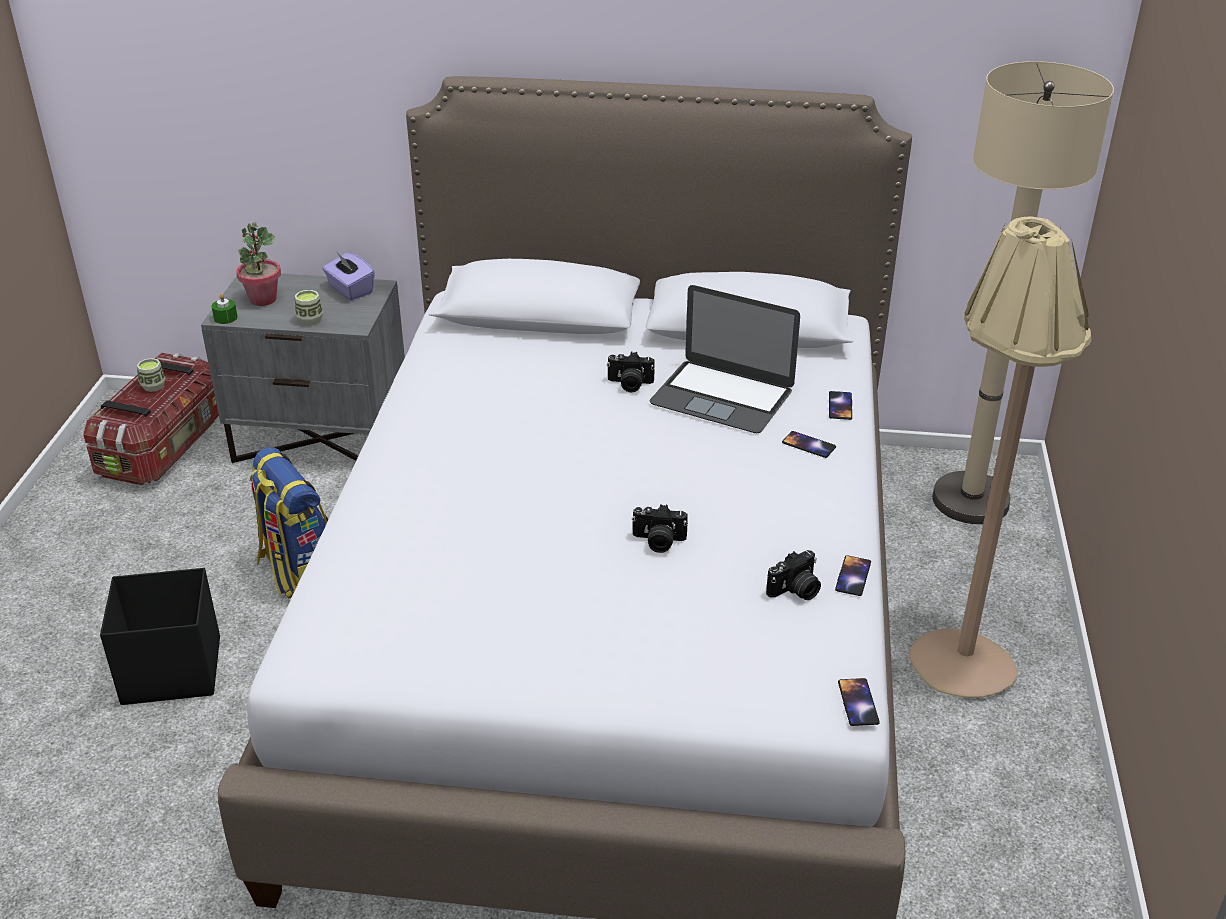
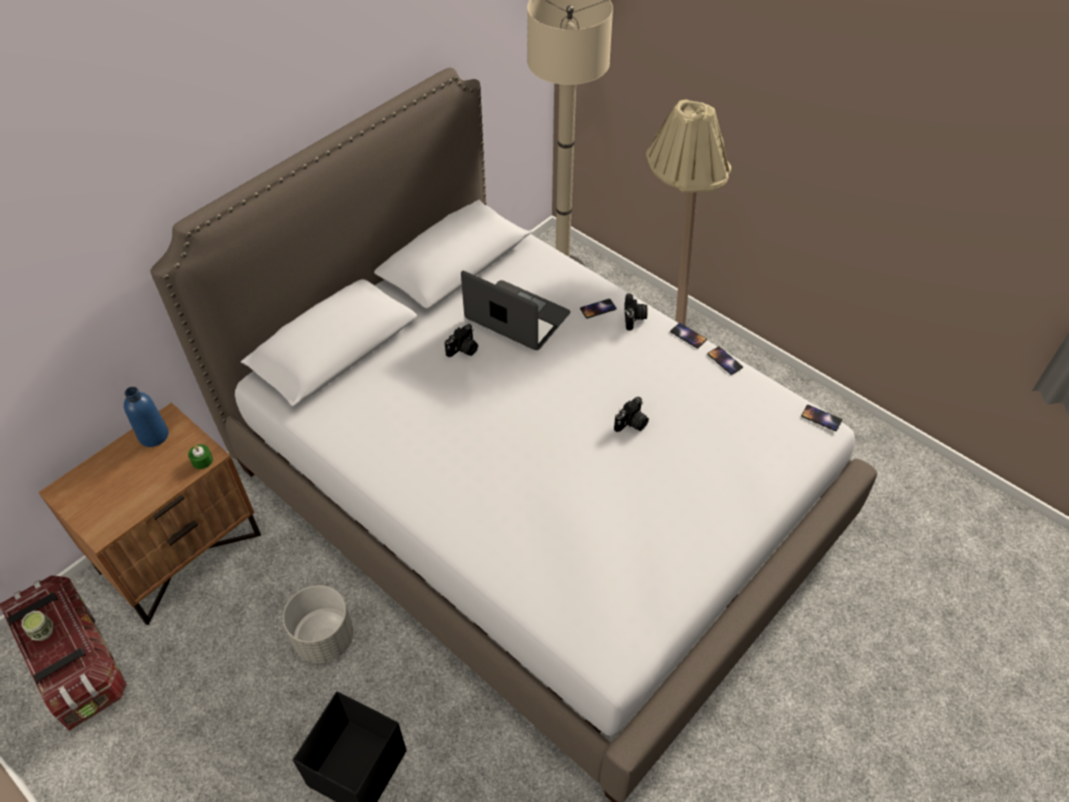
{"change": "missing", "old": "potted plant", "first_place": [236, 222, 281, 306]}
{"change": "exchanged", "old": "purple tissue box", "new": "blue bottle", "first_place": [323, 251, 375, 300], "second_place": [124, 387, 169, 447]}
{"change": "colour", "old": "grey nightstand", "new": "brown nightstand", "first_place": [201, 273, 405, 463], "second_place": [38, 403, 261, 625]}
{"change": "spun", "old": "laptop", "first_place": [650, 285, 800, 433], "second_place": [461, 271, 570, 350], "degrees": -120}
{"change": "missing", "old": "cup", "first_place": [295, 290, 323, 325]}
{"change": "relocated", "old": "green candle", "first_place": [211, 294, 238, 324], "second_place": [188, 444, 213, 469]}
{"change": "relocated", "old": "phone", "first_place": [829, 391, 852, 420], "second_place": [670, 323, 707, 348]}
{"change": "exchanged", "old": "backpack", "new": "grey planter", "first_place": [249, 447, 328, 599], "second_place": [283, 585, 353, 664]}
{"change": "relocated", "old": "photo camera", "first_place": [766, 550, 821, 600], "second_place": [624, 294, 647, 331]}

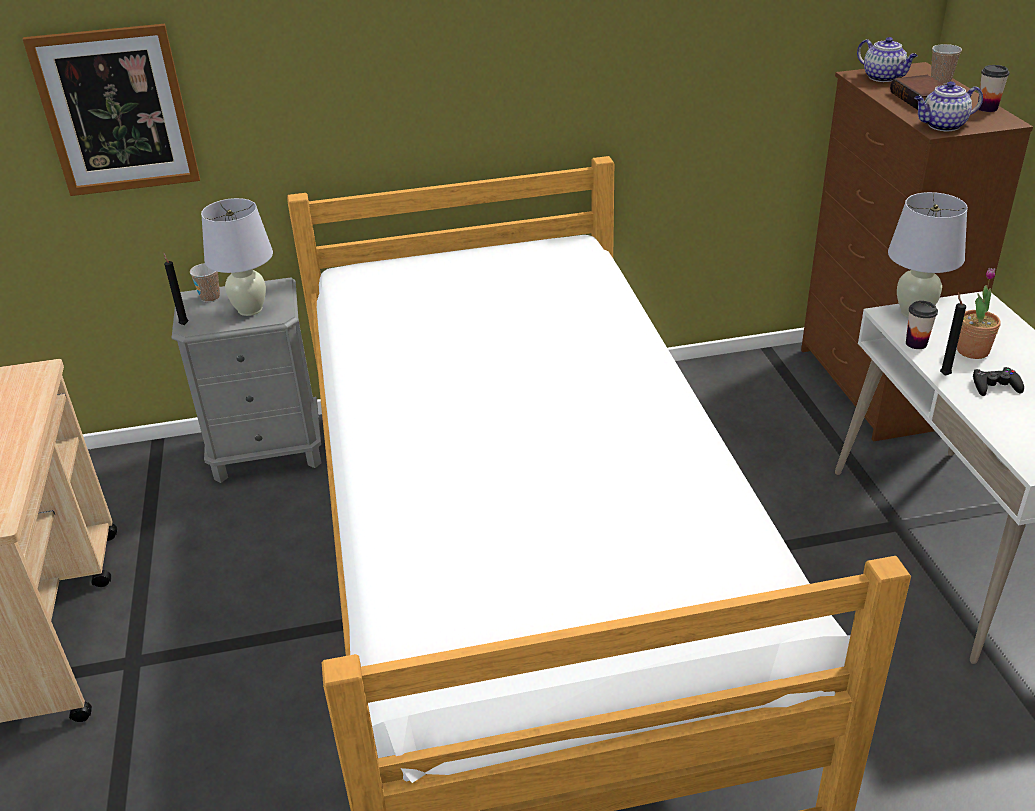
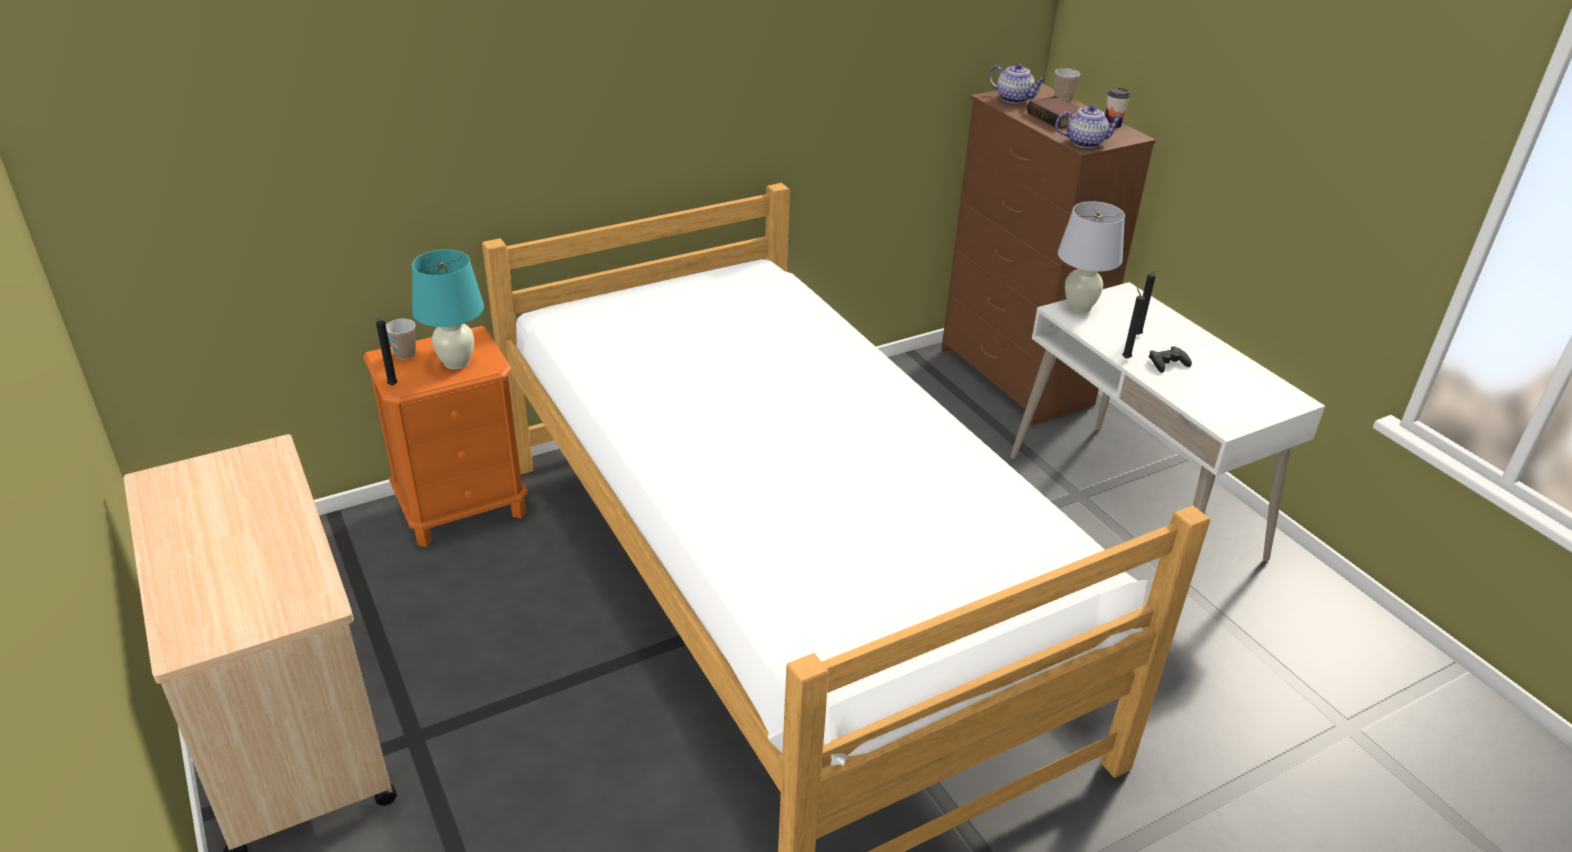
{"change": "missing", "old": "picture", "first_place": [23, 24, 200, 196]}
{"change": "spun", "old": "teapot", "first_place": [914, 81, 983, 132], "second_place": [1056, 105, 1123, 148], "degrees": -150}
{"change": "colour", "old": "white table lamp", "new": "turquoise table lamp", "first_place": [201, 198, 273, 316], "second_place": [412, 249, 484, 370]}
{"change": "exchanged", "old": "potted plant", "new": "black candle", "first_place": [957, 268, 1001, 359], "second_place": [1136, 271, 1160, 335]}
{"change": "colour", "old": "grey nightstand", "new": "orange nightstand", "first_place": [172, 277, 321, 483], "second_place": [363, 326, 528, 547]}
{"change": "missing", "old": "cup", "first_place": [906, 301, 938, 349]}

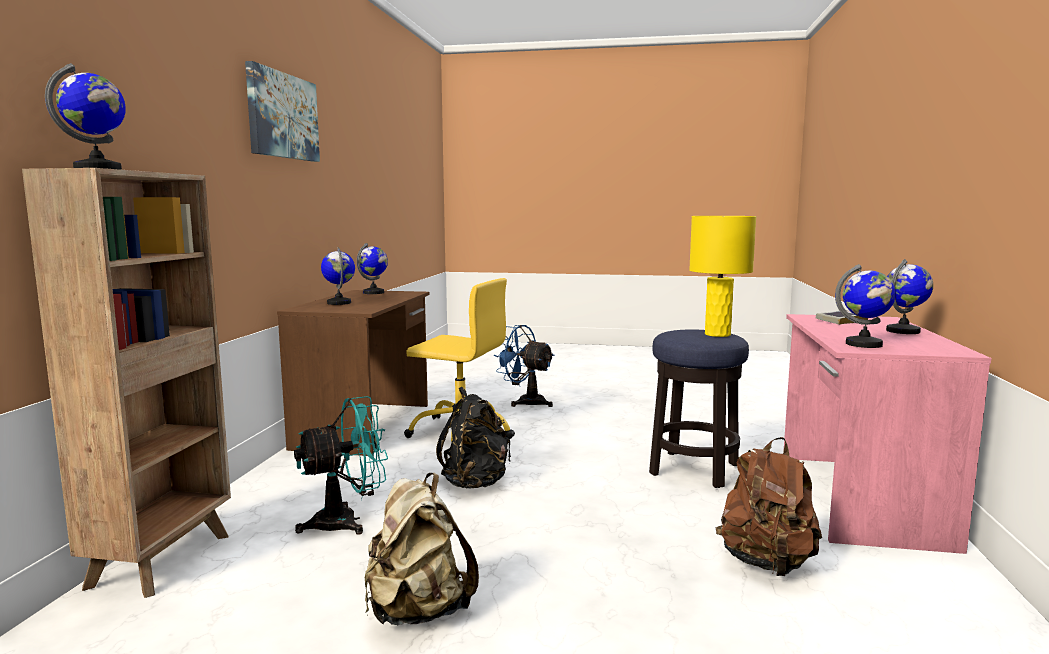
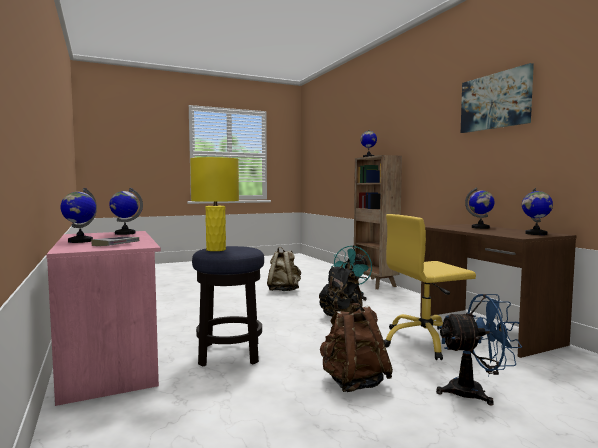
{"change": "relocated", "old": "brown backpack", "first_place": [716, 437, 822, 576], "second_place": [320, 303, 393, 392]}

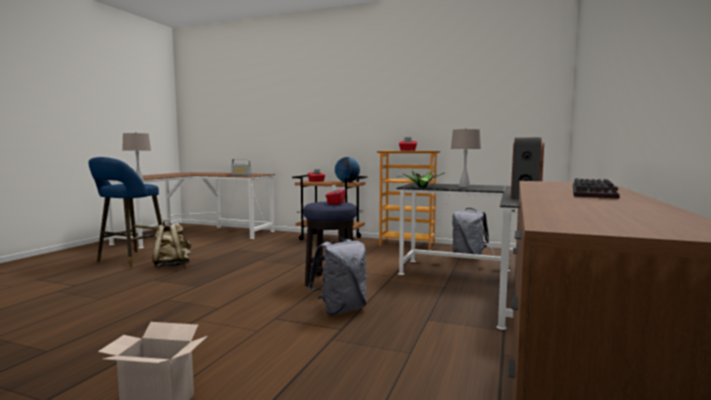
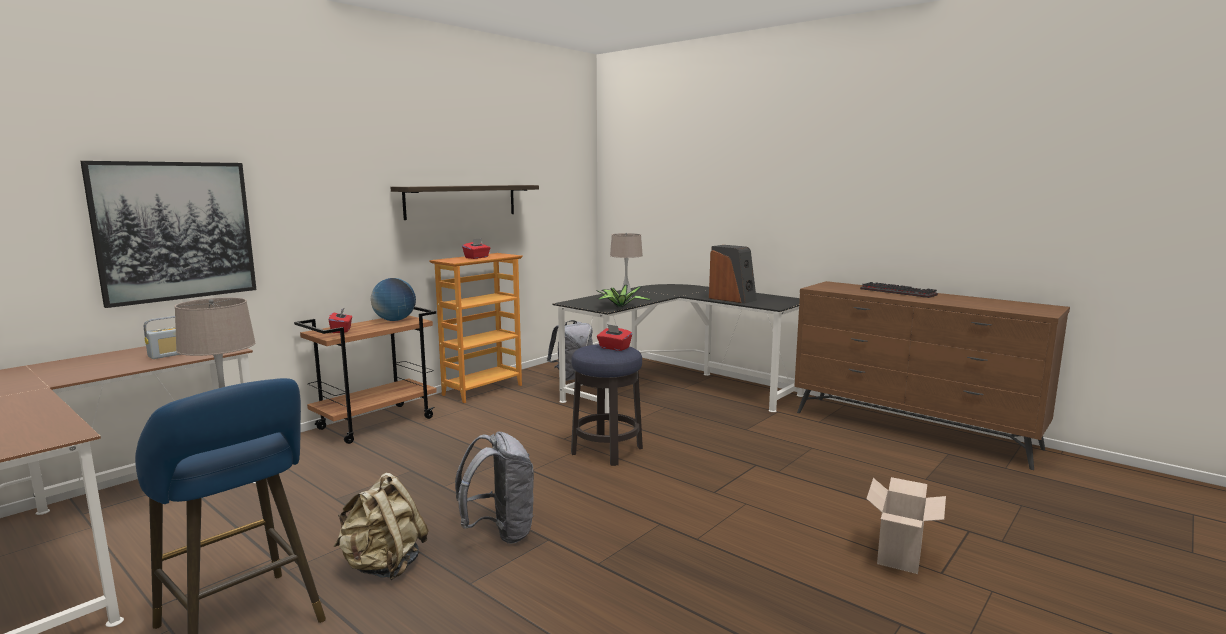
{"change": "relocated", "old": "grey backpack", "first_place": [308, 238, 367, 315], "second_place": [455, 432, 535, 544]}
{"change": "appeared", "new": "picture", "second_place": [80, 161, 257, 308]}
{"change": "appeared", "new": "shelf", "second_place": [390, 185, 539, 220]}

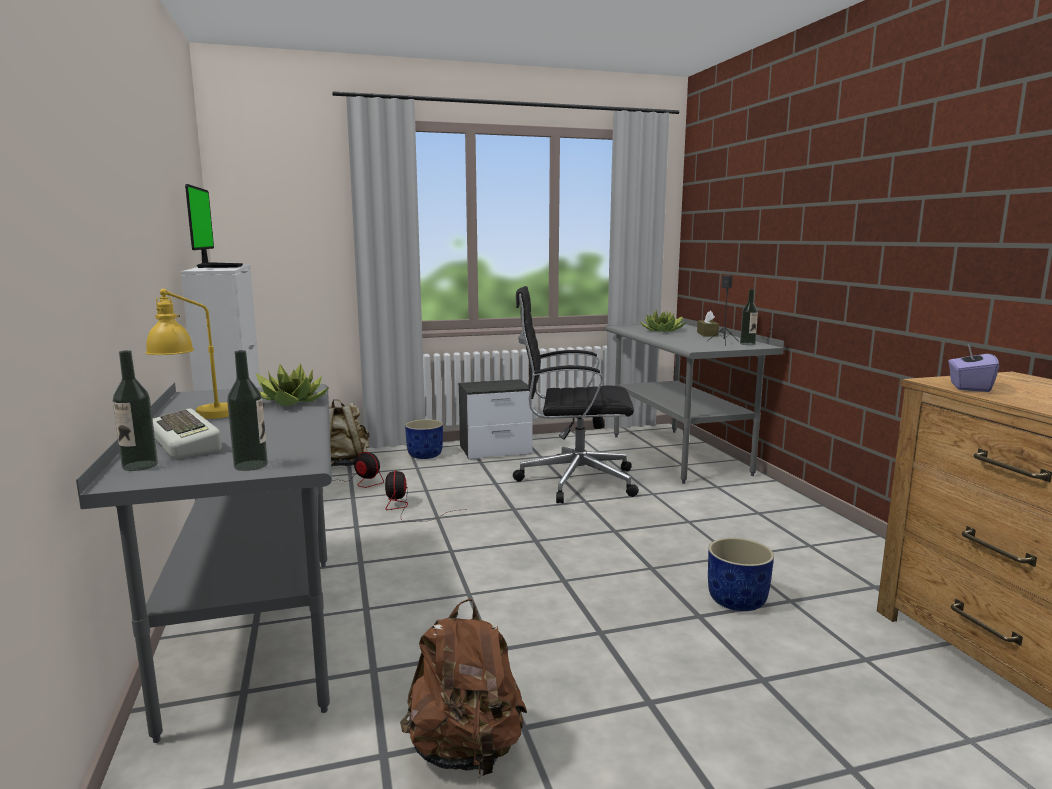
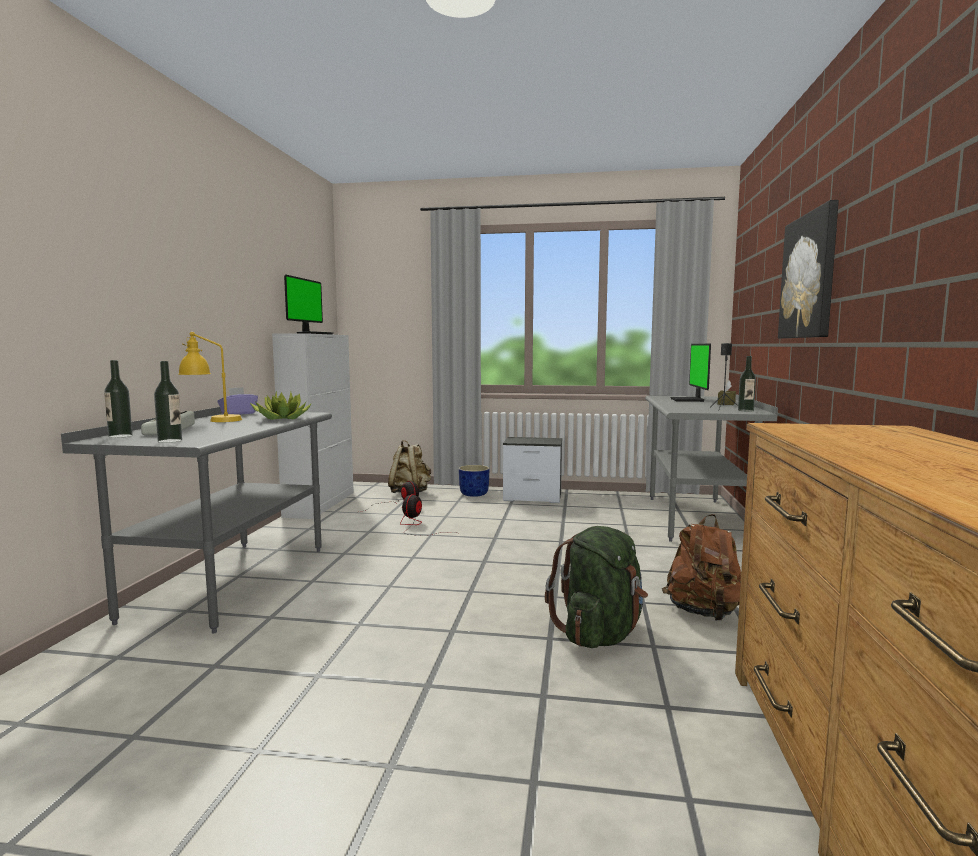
{"change": "missing", "old": "black office chair", "first_place": [513, 286, 639, 503]}
{"change": "exchanged", "old": "potted plant", "new": "monitor", "first_place": [640, 310, 687, 332], "second_place": [671, 344, 711, 402]}
{"change": "relocated", "old": "purple tissue box", "first_place": [948, 344, 999, 392], "second_place": [217, 387, 258, 415]}
{"change": "exchanged", "old": "blue planter", "new": "green backpack", "first_place": [708, 538, 774, 611], "second_place": [545, 526, 648, 648]}
{"change": "relocated", "old": "brown backpack", "first_place": [400, 599, 527, 777], "second_place": [662, 514, 741, 621]}
{"change": "appeared", "new": "picture", "second_place": [778, 200, 839, 338]}

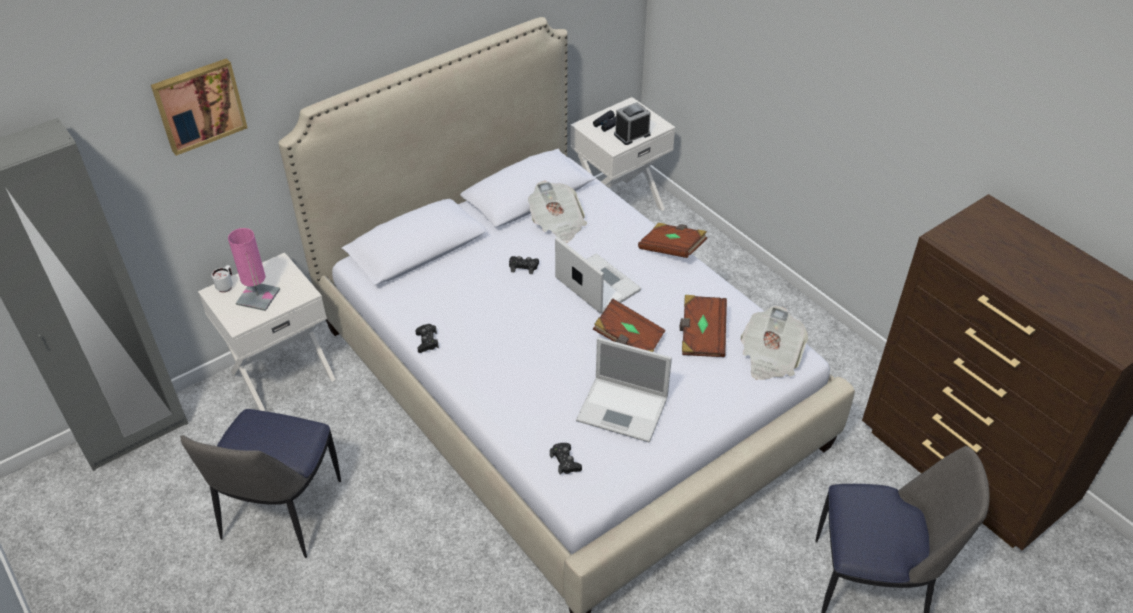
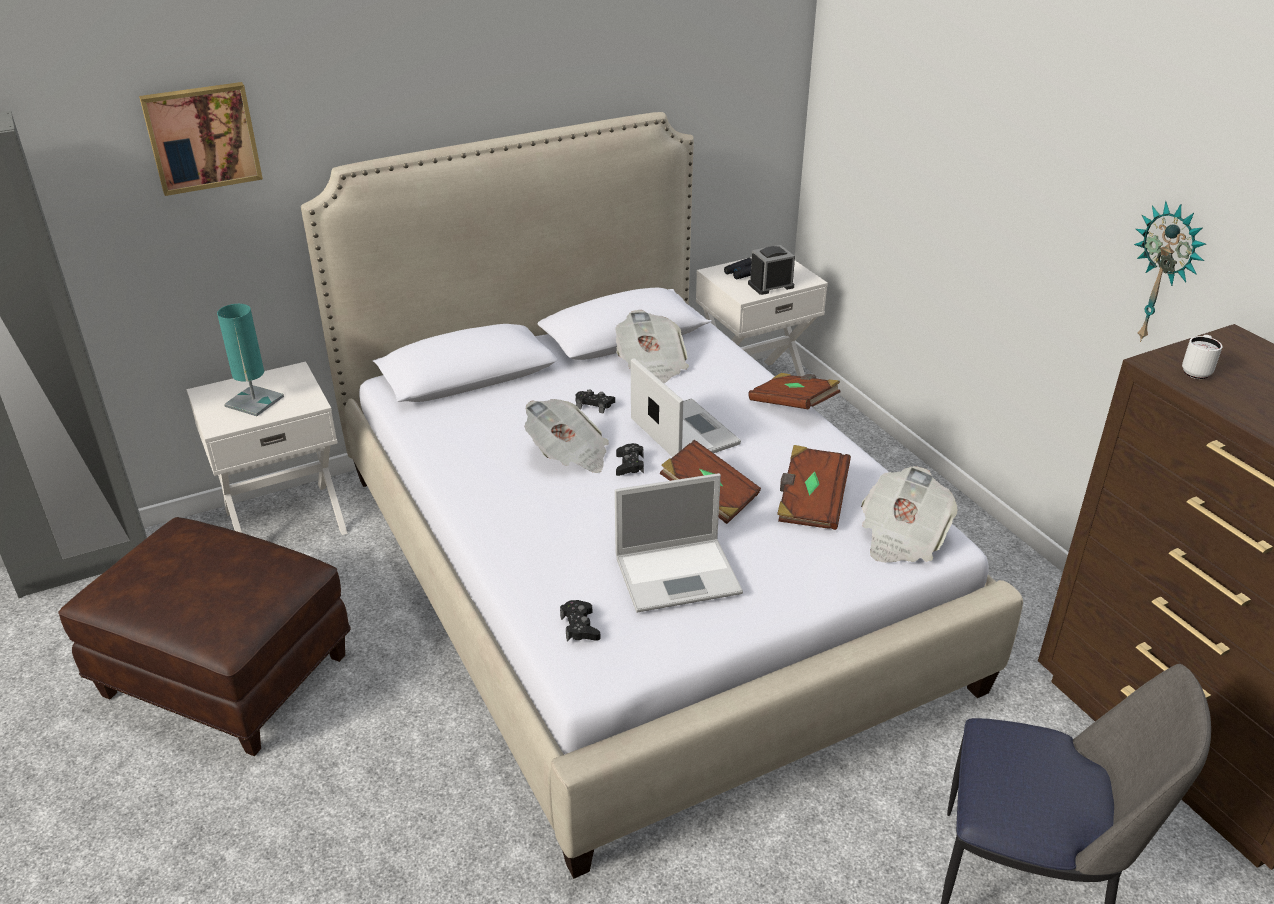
{"change": "colour", "old": "pink table lamp", "new": "turquoise table lamp", "first_place": [228, 228, 280, 311], "second_place": [217, 304, 284, 416]}
{"change": "relocated", "old": "white mug", "first_place": [212, 265, 233, 292], "second_place": [1182, 335, 1222, 379]}
{"change": "relocated", "old": "black game controller", "first_place": [415, 324, 439, 353], "second_place": [616, 443, 644, 476]}
{"change": "spun", "old": "laptop", "first_place": [576, 337, 672, 443], "second_place": [615, 473, 743, 613], "degrees": -45}
{"change": "exchanged", "old": "chair", "new": "brown ottoman", "first_place": [180, 409, 341, 558], "second_place": [58, 517, 351, 756]}
{"change": "appeared", "new": "wall clock", "second_place": [1134, 201, 1206, 342]}
{"change": "appeared", "new": "newspaper", "second_place": [524, 399, 609, 473]}

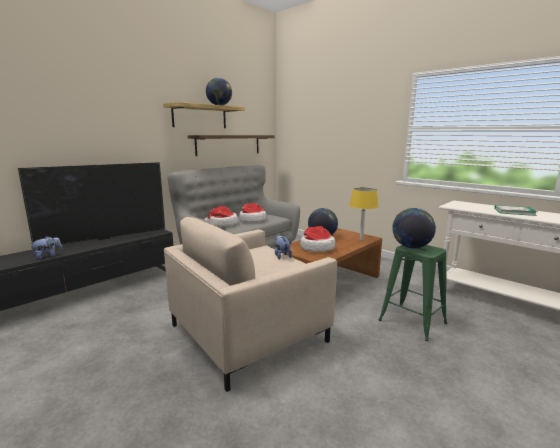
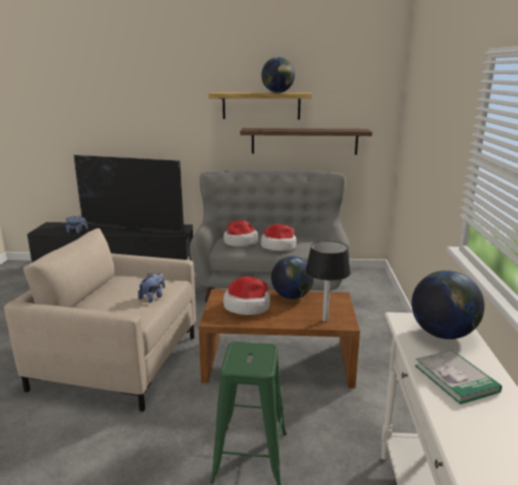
{"change": "colour", "old": "yellow table lamp", "new": "black table lamp", "first_place": [349, 187, 379, 240], "second_place": [305, 241, 351, 322]}
{"change": "relocated", "old": "globe", "first_place": [392, 208, 436, 249], "second_place": [411, 270, 485, 339]}

